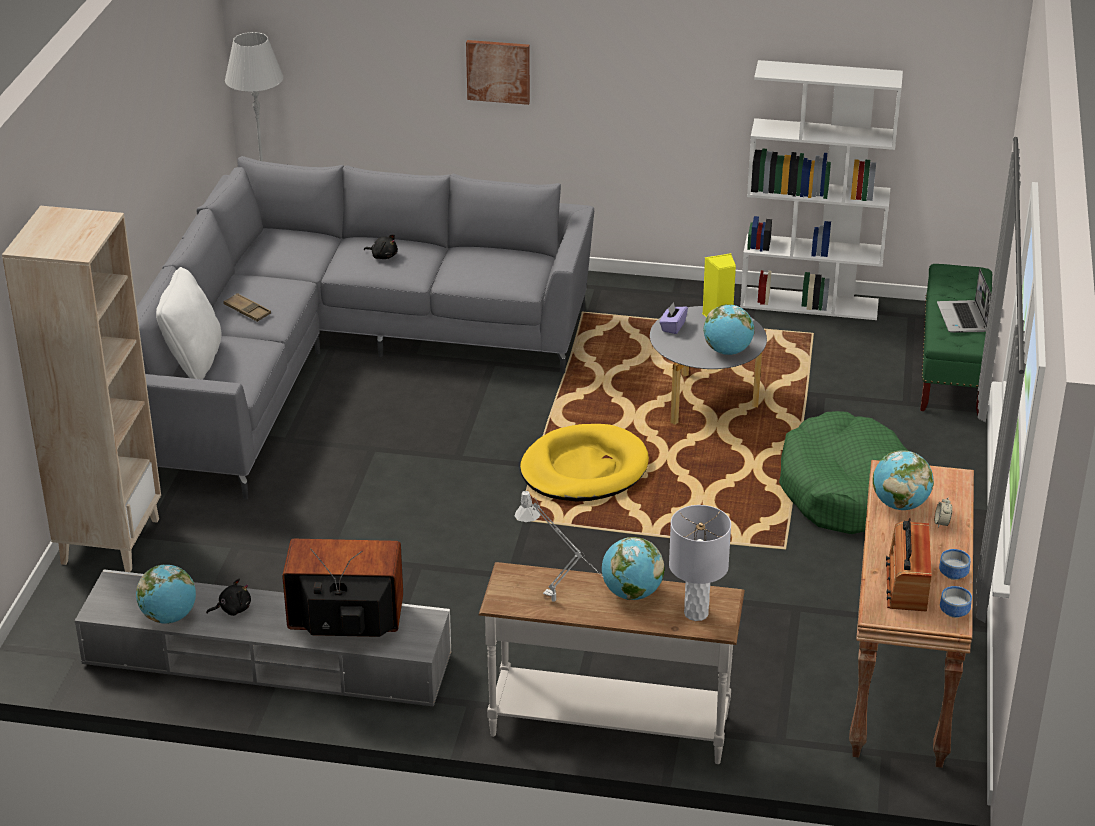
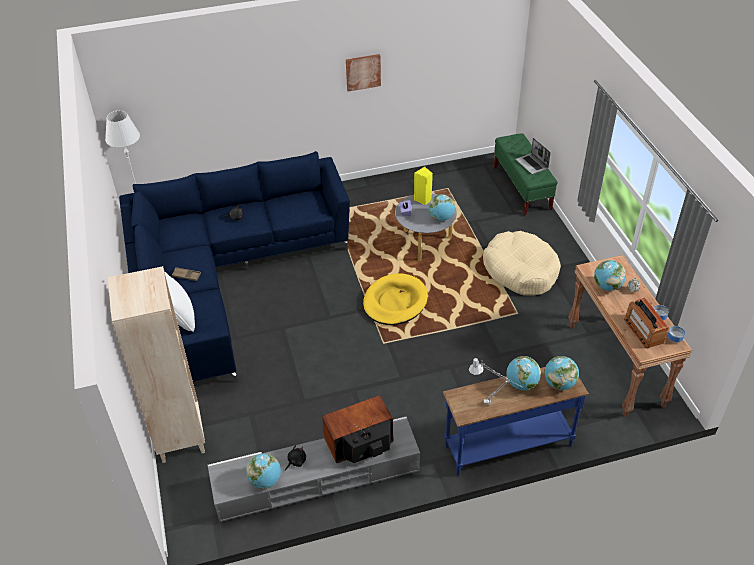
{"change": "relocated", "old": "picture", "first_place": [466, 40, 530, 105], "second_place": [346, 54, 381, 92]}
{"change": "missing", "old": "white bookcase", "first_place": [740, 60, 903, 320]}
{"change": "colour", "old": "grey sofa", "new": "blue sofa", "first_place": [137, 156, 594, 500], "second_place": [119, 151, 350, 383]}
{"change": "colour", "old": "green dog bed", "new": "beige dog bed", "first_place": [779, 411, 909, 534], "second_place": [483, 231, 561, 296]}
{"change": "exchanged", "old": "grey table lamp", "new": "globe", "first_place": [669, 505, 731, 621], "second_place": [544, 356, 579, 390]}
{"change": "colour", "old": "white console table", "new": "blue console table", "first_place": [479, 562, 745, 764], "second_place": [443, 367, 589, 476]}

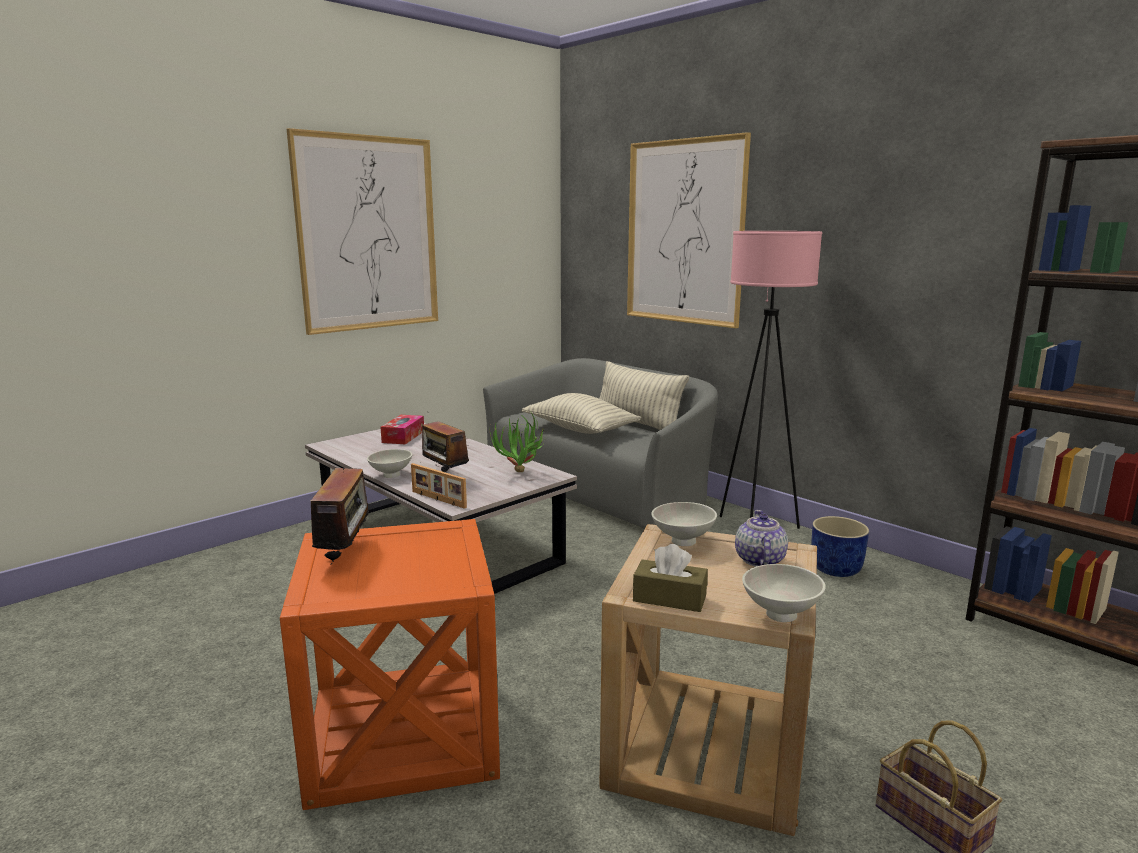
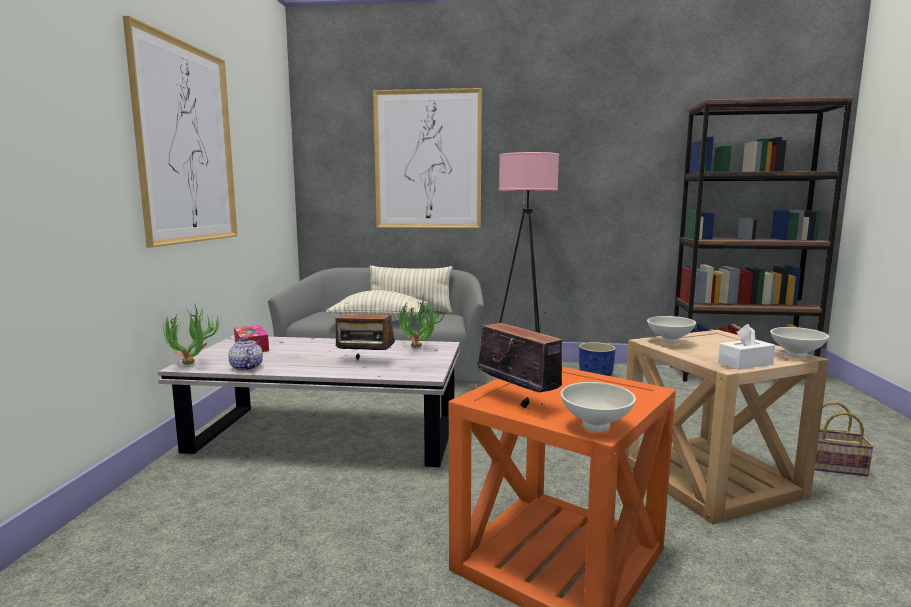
{"change": "relocated", "old": "white bowl", "first_place": [367, 449, 412, 478], "second_place": [560, 382, 636, 432]}
{"change": "missing", "old": "picture frame", "first_place": [411, 463, 467, 509]}
{"change": "relocated", "old": "teapot", "first_place": [735, 510, 788, 567], "second_place": [229, 337, 263, 371]}
{"change": "colour", "old": "brown tissue box", "new": "white tissue box", "first_place": [633, 544, 708, 612], "second_place": [718, 324, 775, 370]}
{"change": "appeared", "new": "potted plant", "second_place": [163, 305, 221, 365]}

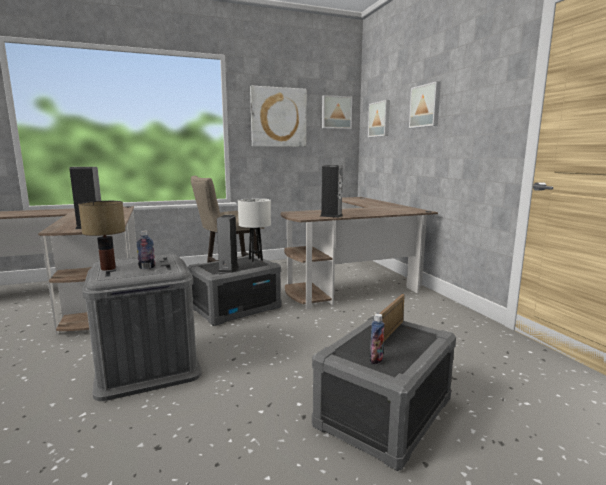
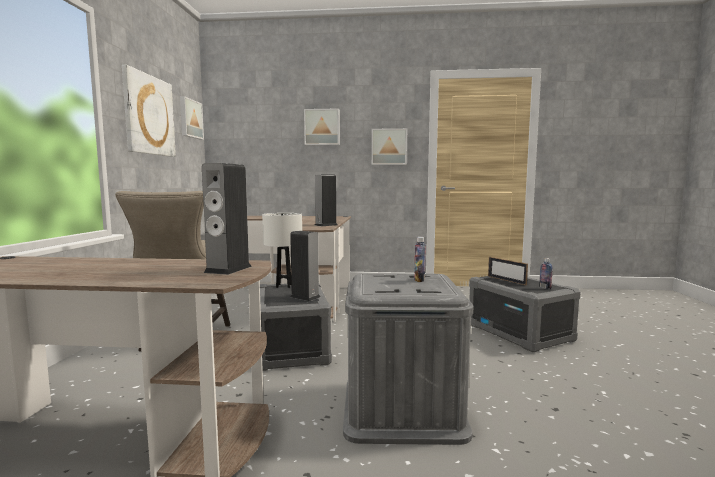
{"change": "relocated", "old": "picture", "first_place": [368, 100, 390, 137], "second_place": [371, 128, 407, 165]}
{"change": "missing", "old": "table lamp", "first_place": [78, 201, 126, 270]}

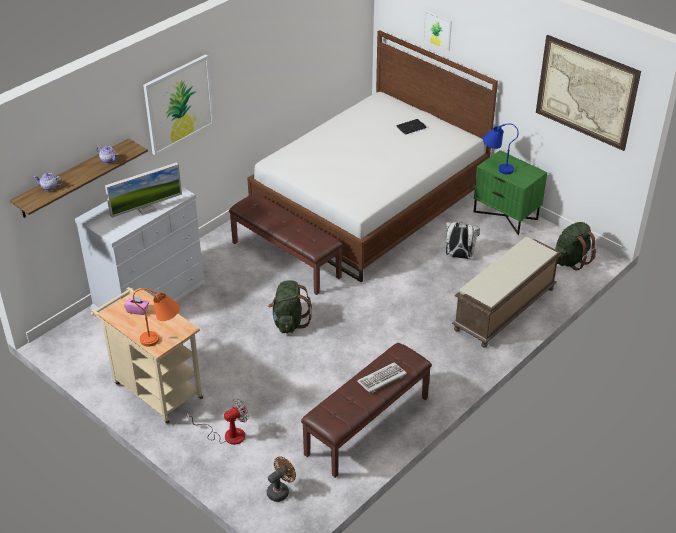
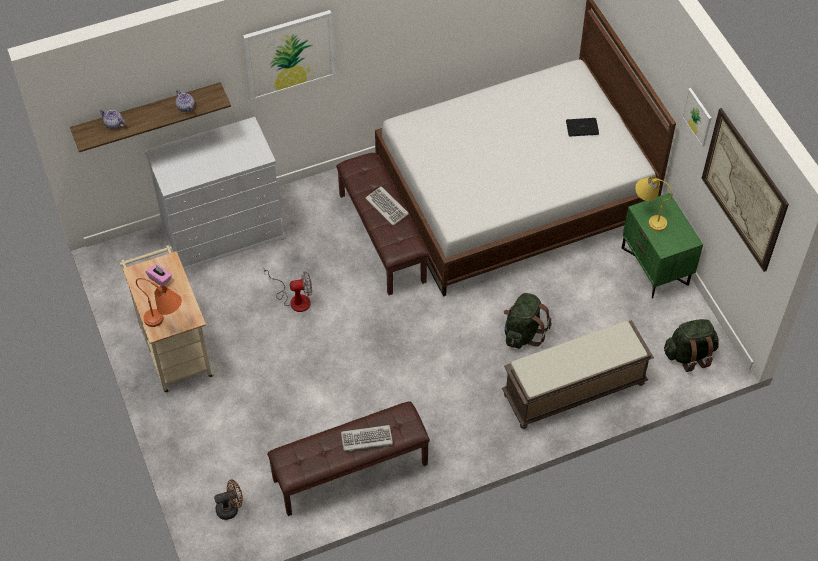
{"change": "relocated", "old": "picture", "first_place": [423, 10, 452, 51], "second_place": [682, 88, 712, 147]}
{"change": "colour", "old": "blue table lamp", "new": "yellow table lamp", "first_place": [483, 124, 518, 174], "second_place": [635, 176, 672, 232]}
{"change": "missing", "old": "monitor", "first_place": [105, 163, 182, 218]}
{"change": "missing", "old": "white backpack", "first_place": [446, 222, 480, 259]}
{"change": "relocated", "old": "green backpack", "first_place": [268, 280, 312, 333], "second_place": [504, 293, 551, 349]}
{"change": "relocated", "old": "fan", "first_place": [187, 399, 249, 445], "second_place": [264, 270, 312, 312]}
{"change": "appeared", "new": "keyboard", "second_place": [365, 186, 409, 226]}

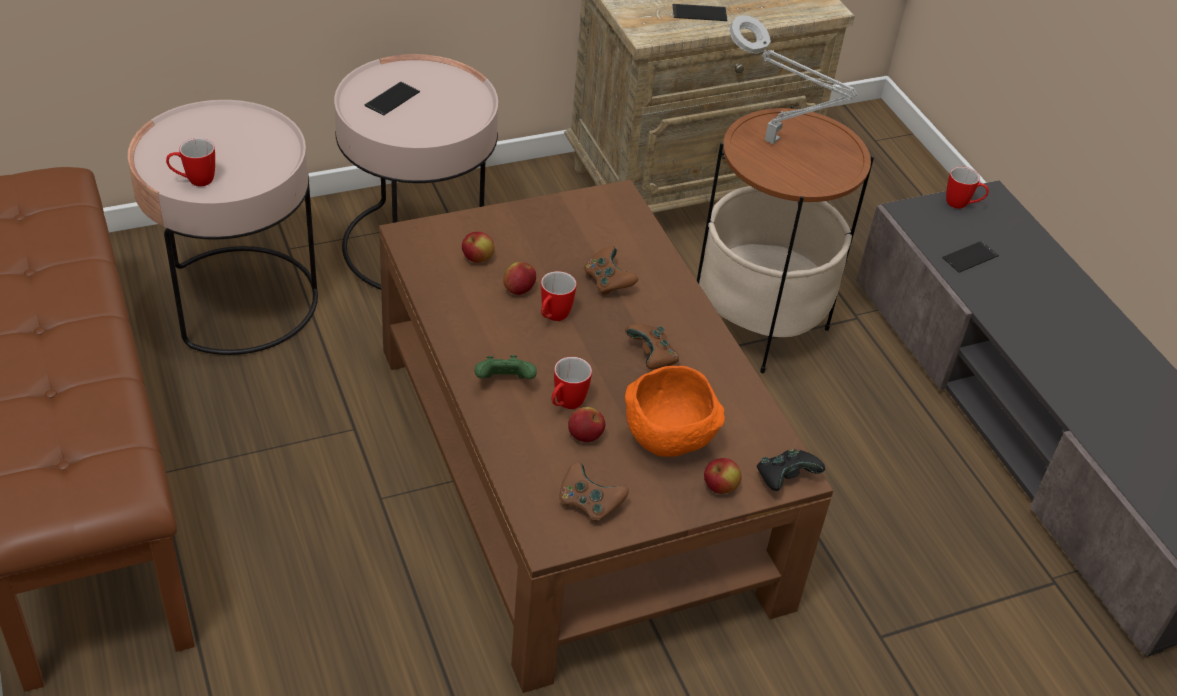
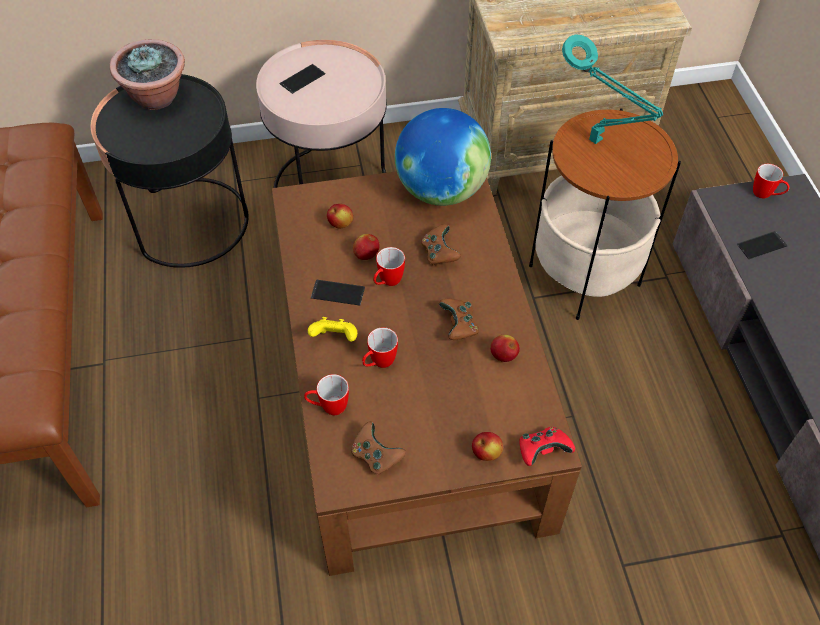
{"change": "relocated", "old": "phone", "first_place": [673, 4, 727, 21], "second_place": [311, 279, 365, 306]}
{"change": "colour", "old": "grey table lamp", "new": "turquoise table lamp", "first_place": [729, 15, 857, 144], "second_place": [562, 34, 663, 144]}
{"change": "colour", "old": "pink side table", "new": "black side table", "first_place": [128, 100, 318, 355], "second_place": [90, 74, 249, 268]}
{"change": "relocated", "old": "mug", "first_place": [166, 138, 215, 186], "second_place": [304, 374, 349, 415]}
{"change": "colour", "old": "green game controller", "new": "yellow game controller", "first_place": [474, 355, 537, 379], "second_place": [308, 317, 357, 342]}
{"change": "missing", "old": "orange bowl", "first_place": [625, 366, 725, 457]}
{"change": "relocated", "old": "apple", "first_place": [568, 407, 605, 442], "second_place": [490, 335, 520, 362]}
{"change": "colour", "old": "black game controller", "new": "red game controller", "first_place": [757, 449, 825, 491], "second_place": [519, 427, 575, 466]}
{"change": "appeared", "new": "potted plant", "second_place": [110, 39, 185, 110]}
{"change": "appeared", "new": "globe", "second_place": [395, 108, 491, 206]}

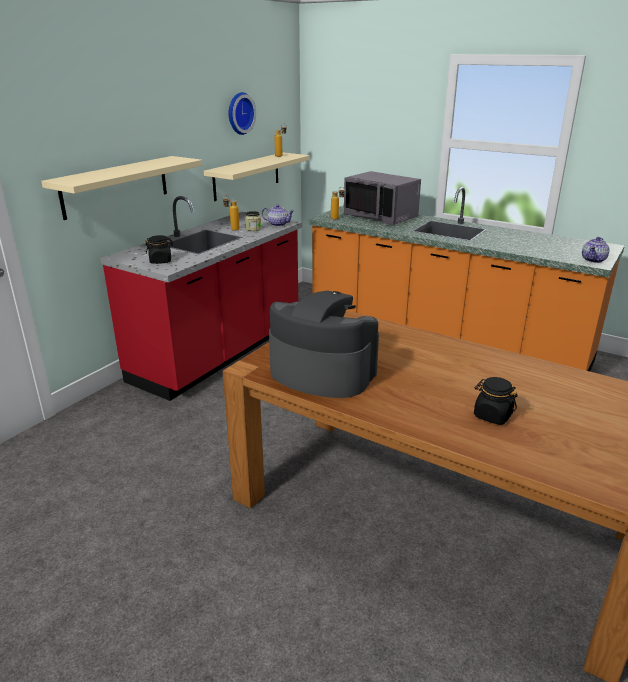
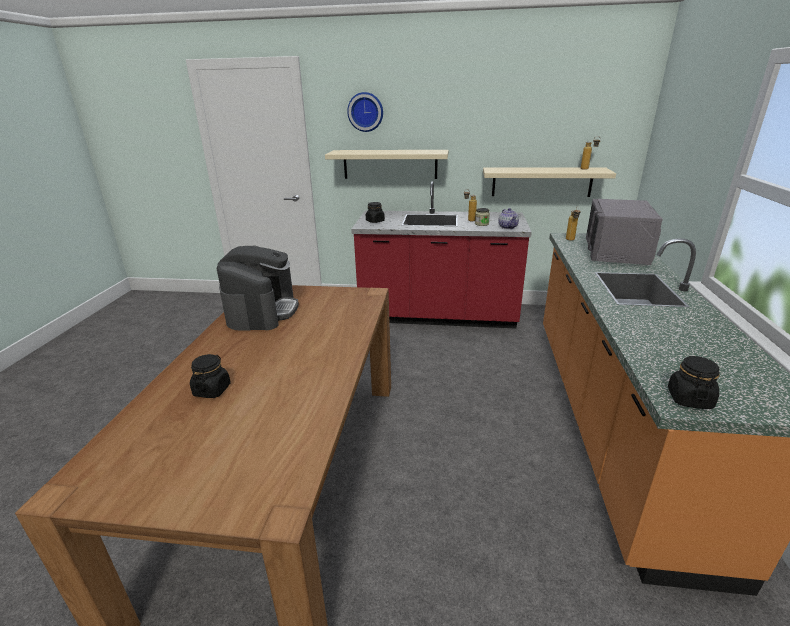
{"change": "relocated", "old": "wall clock", "first_place": [229, 92, 256, 135], "second_place": [347, 92, 383, 132]}
{"change": "exchanged", "old": "teapot", "new": "black jar", "first_place": [582, 237, 610, 263], "second_place": [668, 356, 720, 409]}

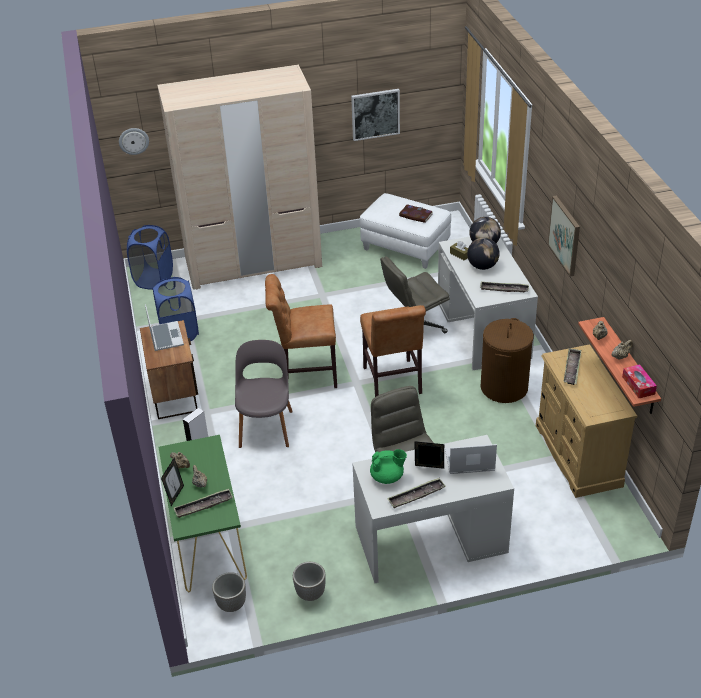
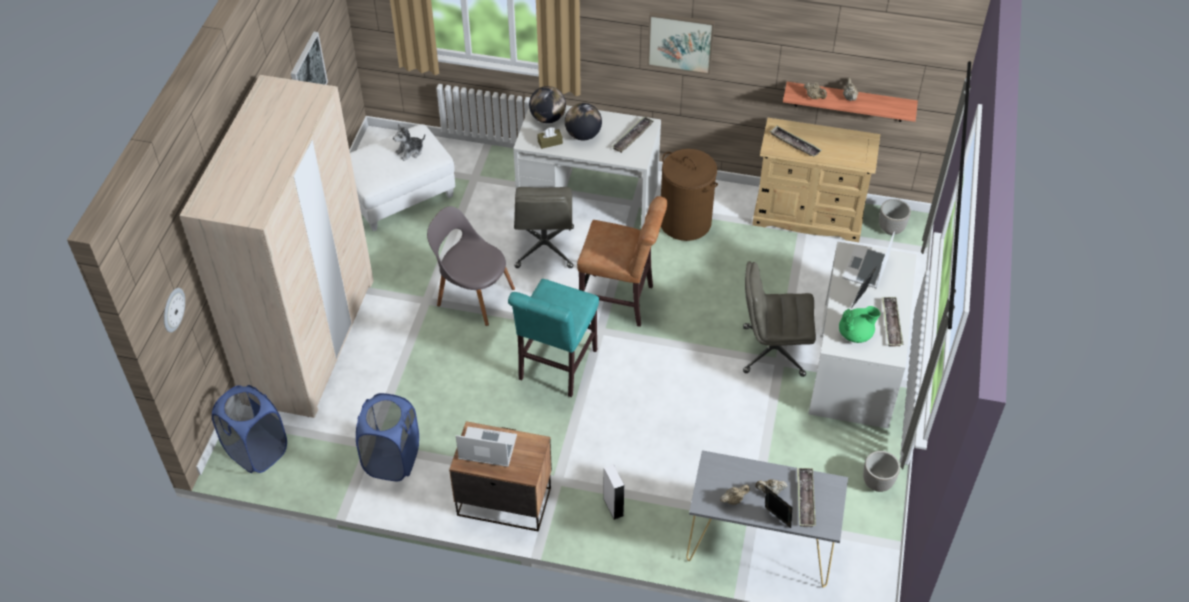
{"change": "exchanged", "old": "book", "new": "plush toy", "first_place": [399, 204, 433, 223], "second_place": [393, 124, 425, 161]}
{"change": "colour", "old": "brown chair", "new": "turquoise chair", "first_place": [265, 274, 337, 388], "second_place": [508, 279, 599, 397]}
{"change": "relocated", "old": "grey chair", "first_place": [235, 340, 293, 448], "second_place": [427, 206, 515, 326]}
{"change": "missing", "old": "tissue box", "first_place": [622, 364, 657, 398]}
{"change": "colour", "old": "green console table", "new": "grey console table", "first_place": [158, 435, 247, 592], "second_place": [686, 450, 848, 588]}
{"change": "spun", "old": "green teapot", "first_place": [370, 449, 407, 484], "second_place": [839, 306, 880, 343], "degrees": 60}
{"change": "relocated", "old": "planter", "first_place": [212, 572, 246, 612], "second_place": [879, 199, 911, 235]}

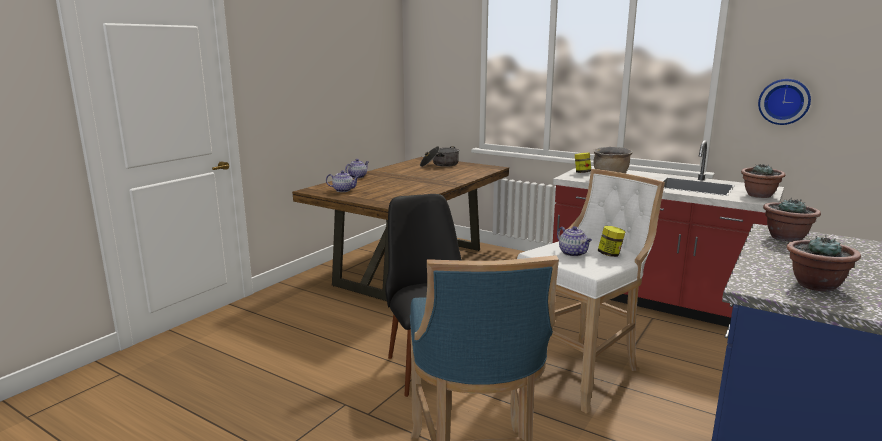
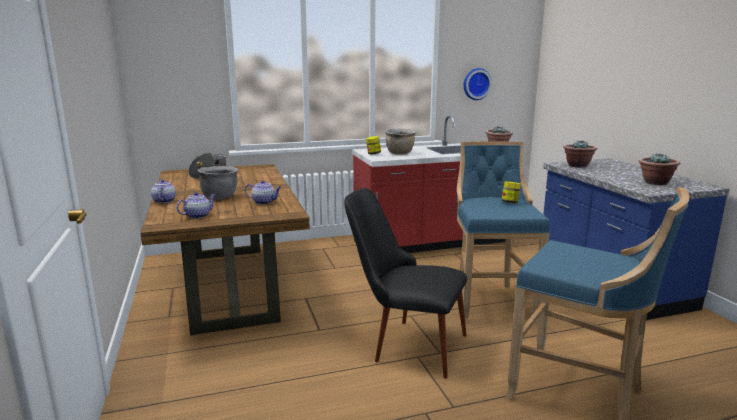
{"change": "colour", "old": "white stool", "new": "blue stool", "first_place": [517, 169, 665, 414], "second_place": [457, 141, 550, 323]}
{"change": "relocated", "old": "teapot", "first_place": [557, 226, 592, 257], "second_place": [245, 180, 281, 205]}
{"change": "appeared", "new": "grey cooking pot", "second_place": [197, 166, 238, 199]}

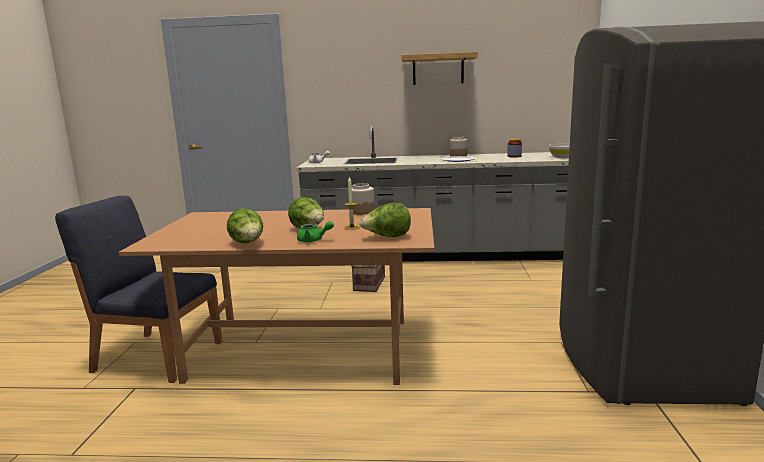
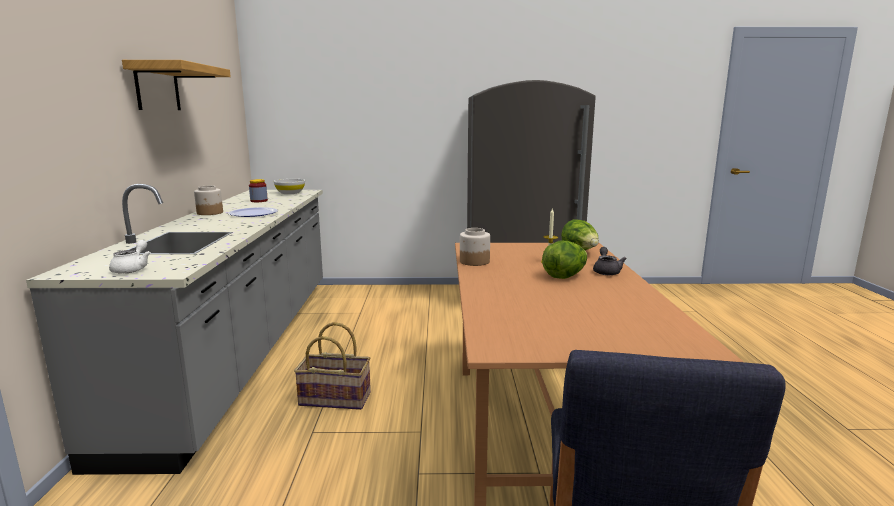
{"change": "missing", "old": "lettuce", "first_place": [227, 208, 263, 243]}
{"change": "colour", "old": "green teapot", "new": "grey teapot", "first_place": [297, 221, 334, 242], "second_place": [593, 247, 627, 275]}

